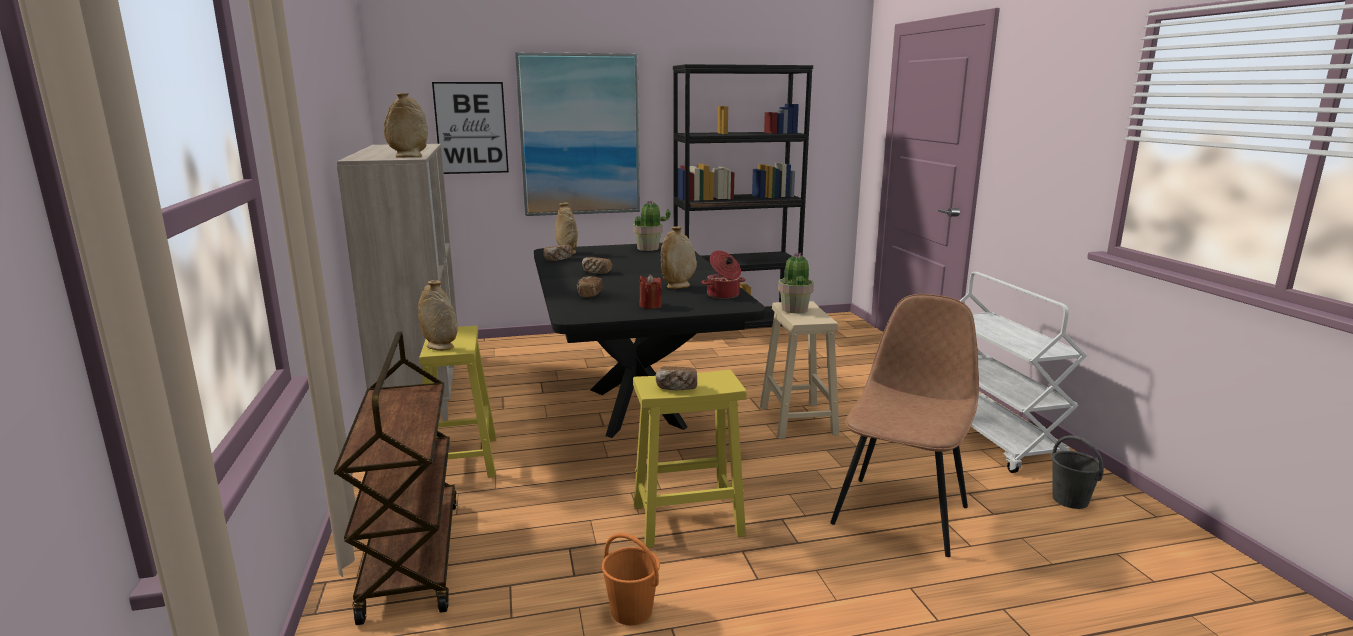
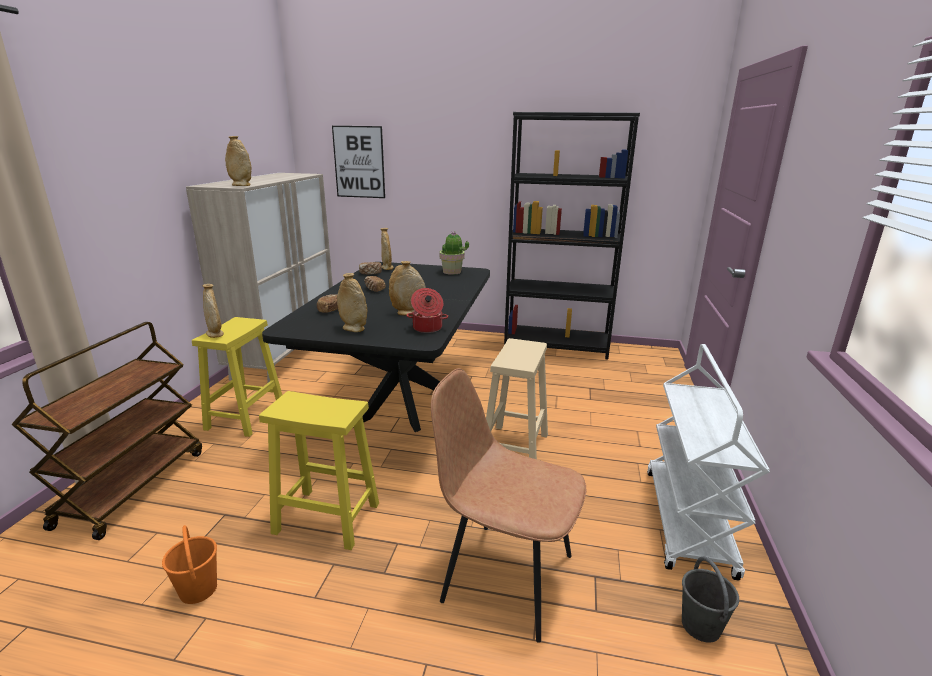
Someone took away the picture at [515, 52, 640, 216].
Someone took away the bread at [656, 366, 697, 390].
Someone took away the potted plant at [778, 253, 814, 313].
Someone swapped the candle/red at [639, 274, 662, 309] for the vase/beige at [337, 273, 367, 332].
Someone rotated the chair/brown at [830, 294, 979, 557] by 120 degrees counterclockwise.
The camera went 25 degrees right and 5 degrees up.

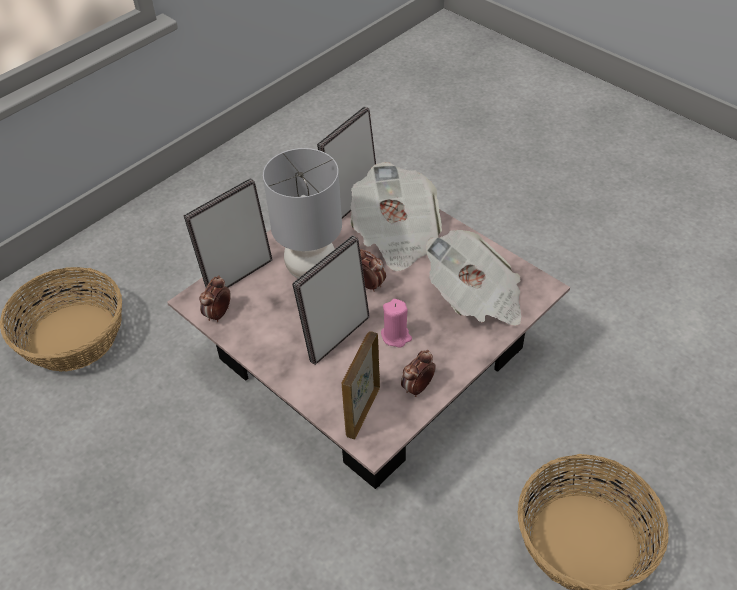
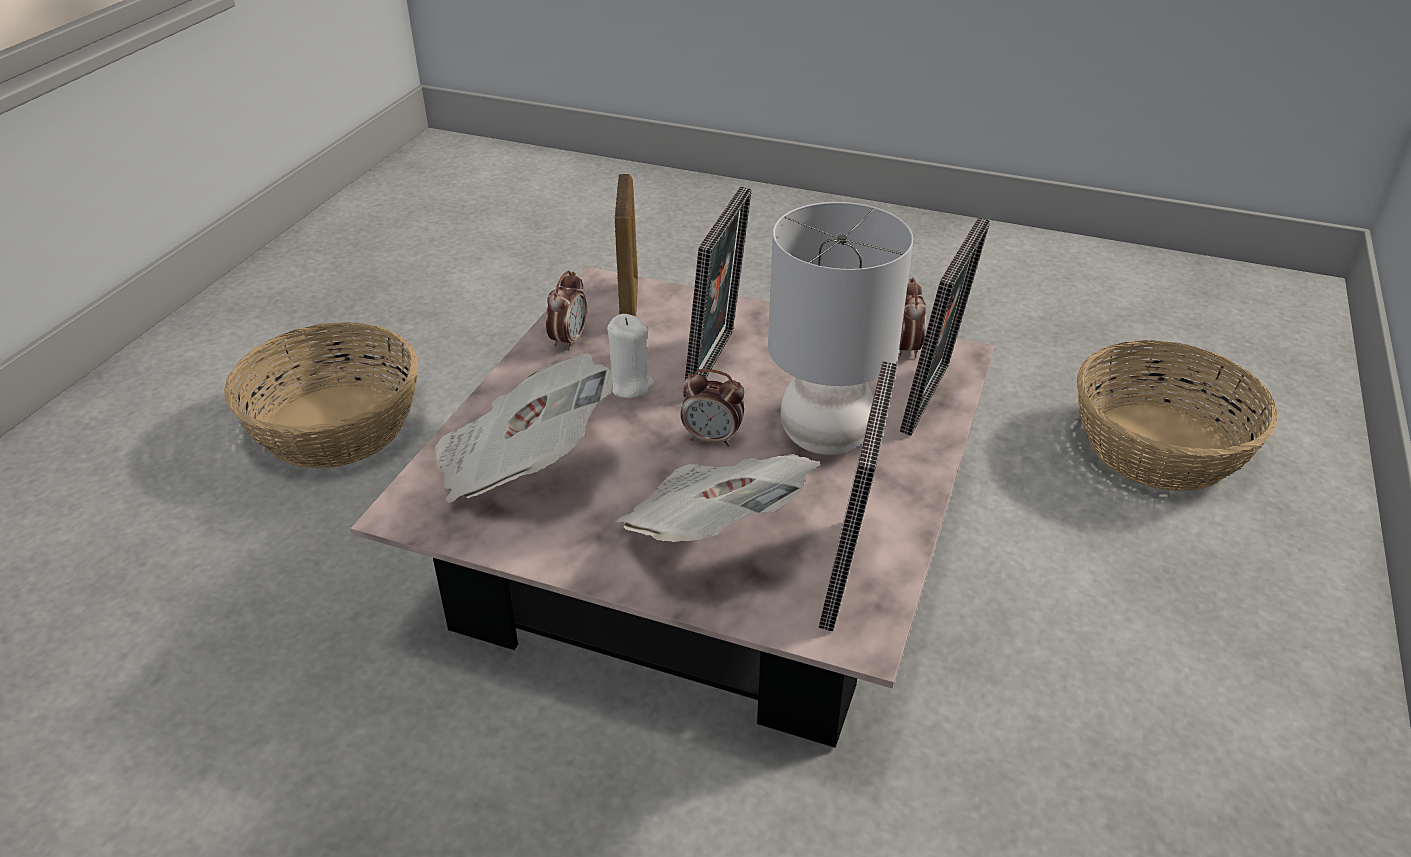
Someone repainted the candle/pink at [381, 299, 412, 348], which became the candle/white at [607, 314, 655, 398].
The camera went 155 degrees right and 10 degrees down.

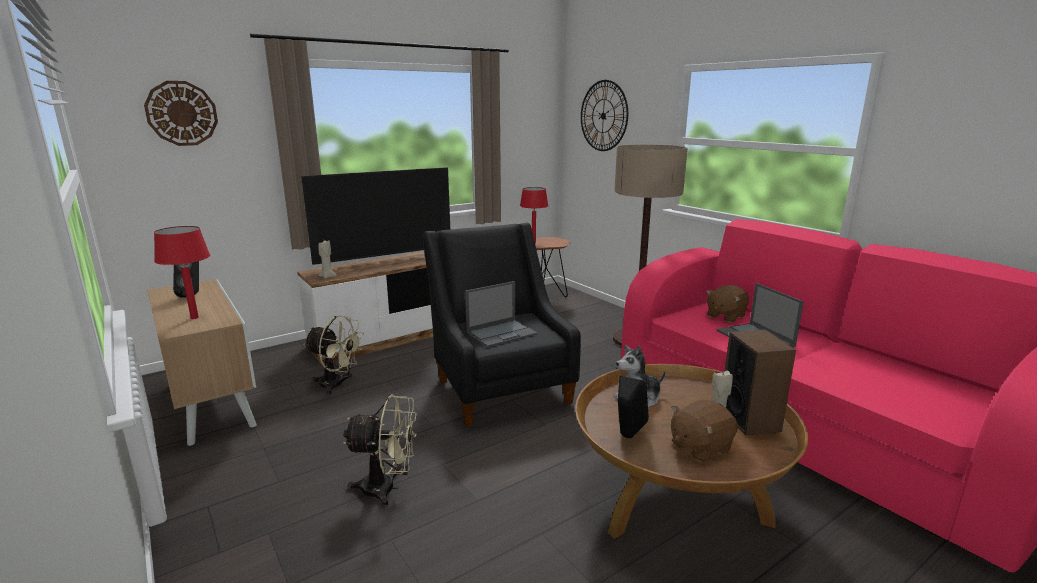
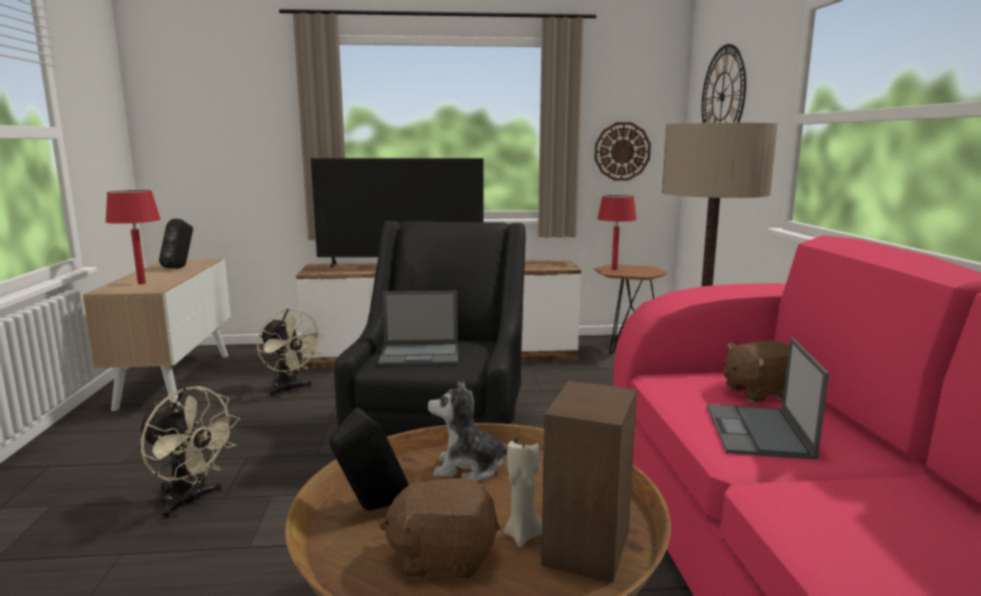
Someone took away the candle/beige at [318, 240, 337, 279].
Someone carried the wall clock from [144, 81, 218, 146] to [594, 122, 651, 181].
The camera went 30 degrees right and 5 degrees down.

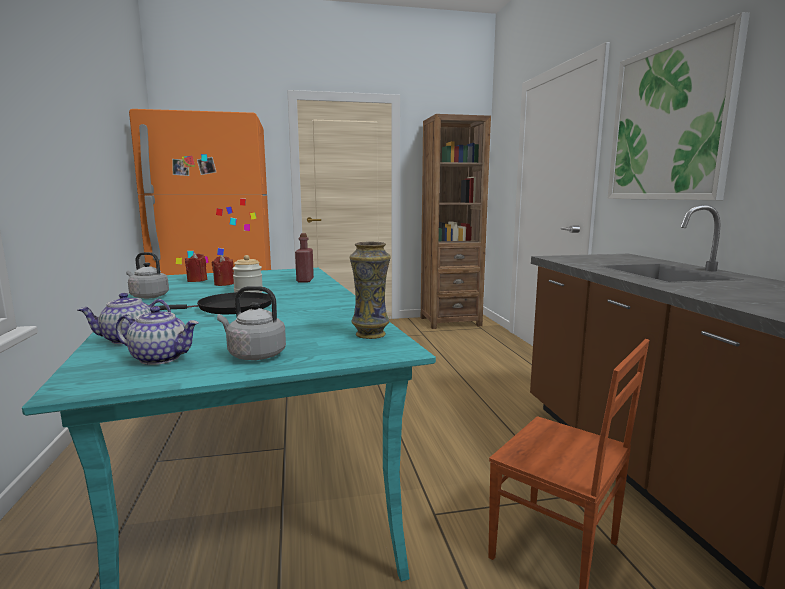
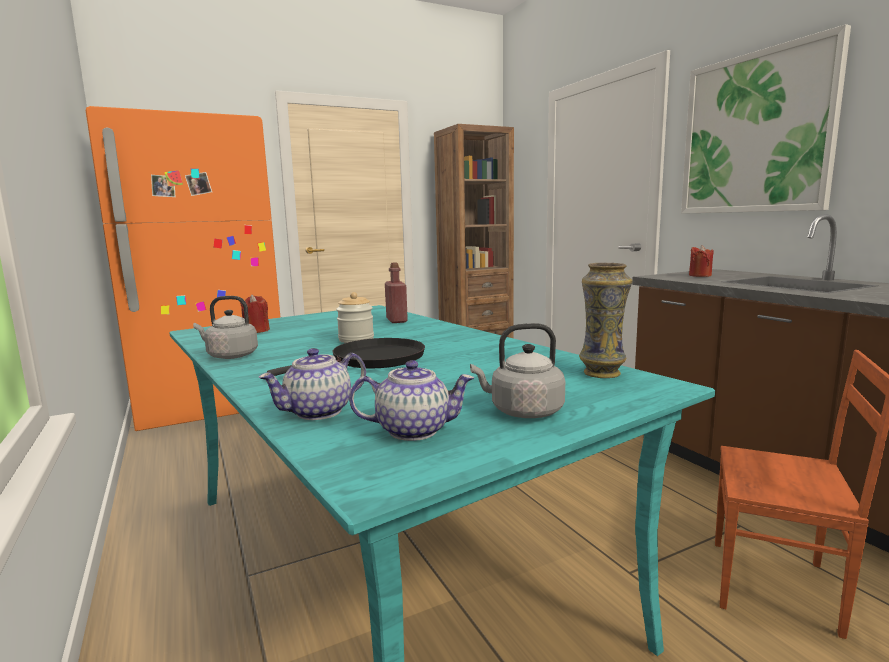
Someone carried the candle/red from [212, 255, 234, 286] to [689, 245, 714, 277].
The camera went 15 degrees left and 0 degrees up.

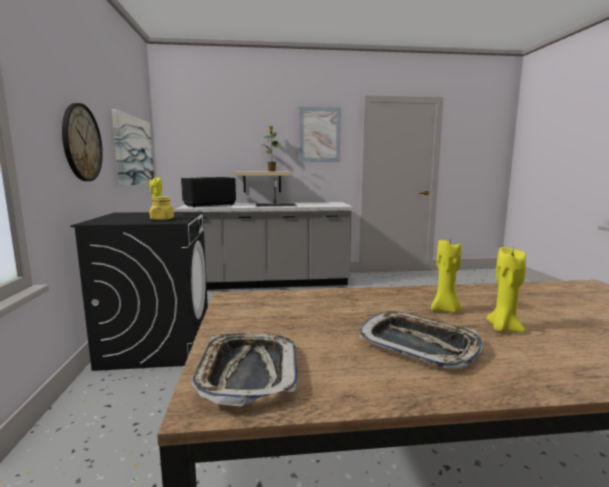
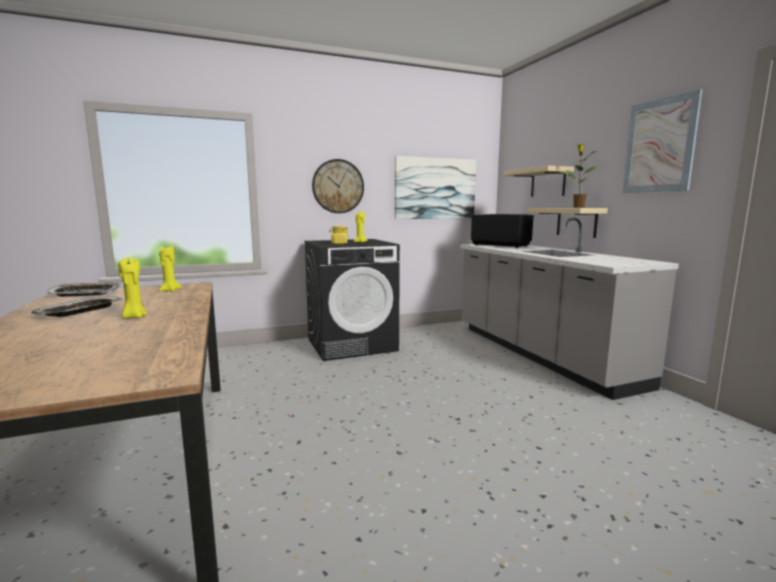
Someone put up the shelf/beige at [503, 166, 574, 197].
Someone carried the candle/yellow from [486, 247, 526, 332] to [159, 246, 182, 292].
The camera went 75 degrees right and 0 degrees up.

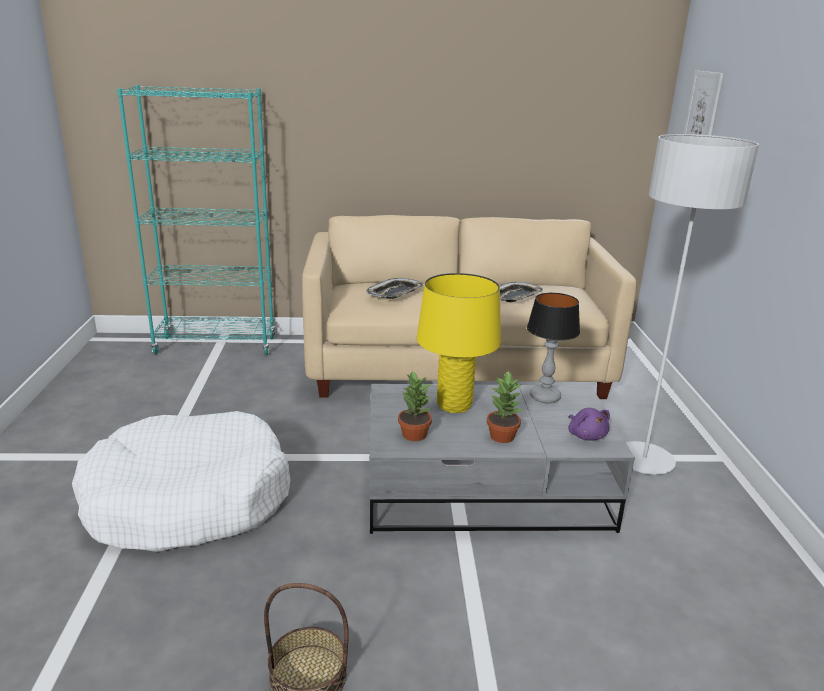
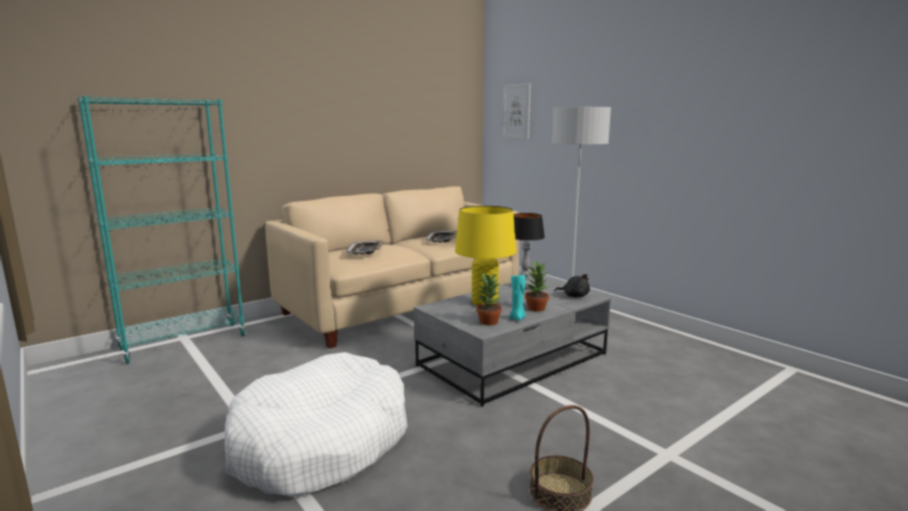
Someone put down the candle/turquoise at [509, 272, 526, 321].
Someone repainted the plush toy/purple at [568, 408, 610, 441], which became the plush toy/black at [555, 274, 590, 297].
The camera went 35 degrees left and 10 degrees down.

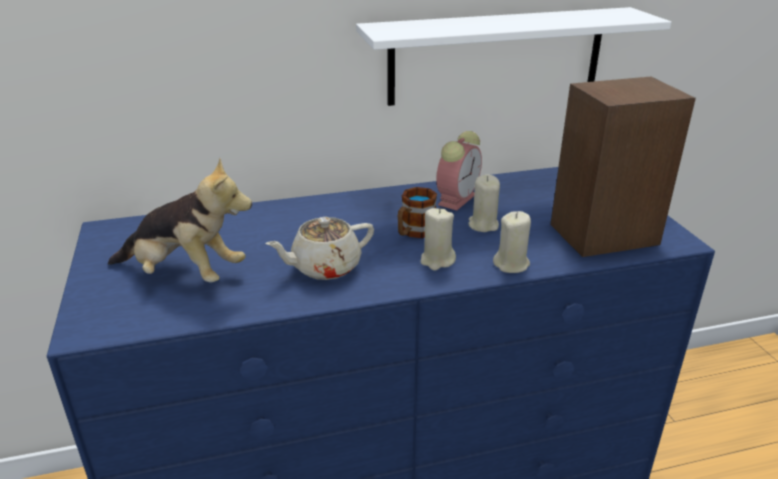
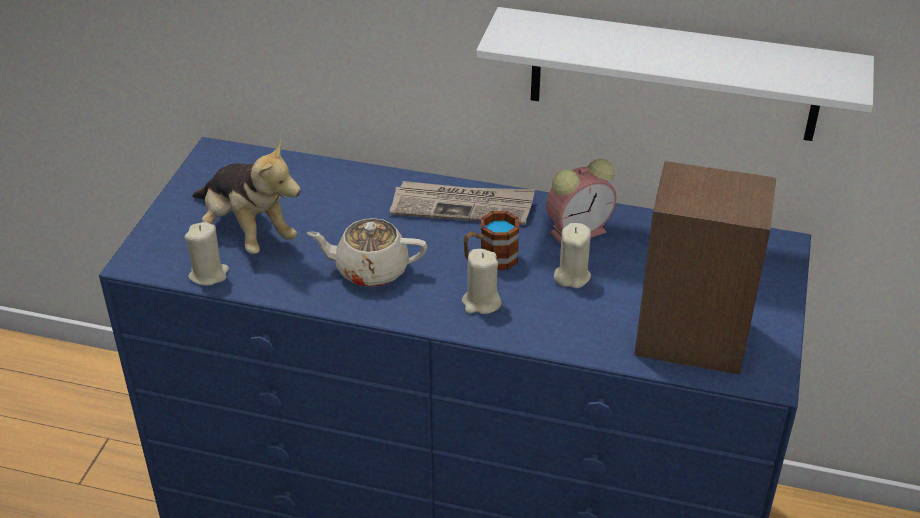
Someone put down the newspaper at [390, 181, 535, 225].
Someone carried the candle/beige from [493, 211, 531, 273] to [185, 222, 229, 286].
The camera went 30 degrees right and 10 degrees up.

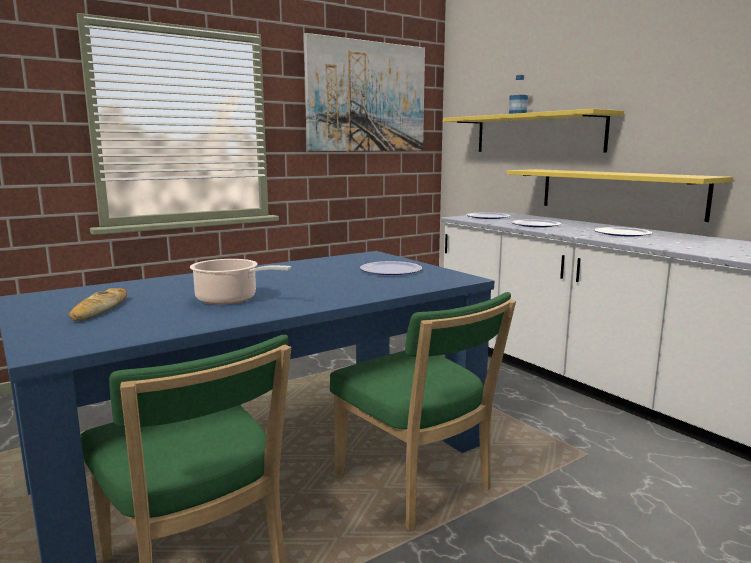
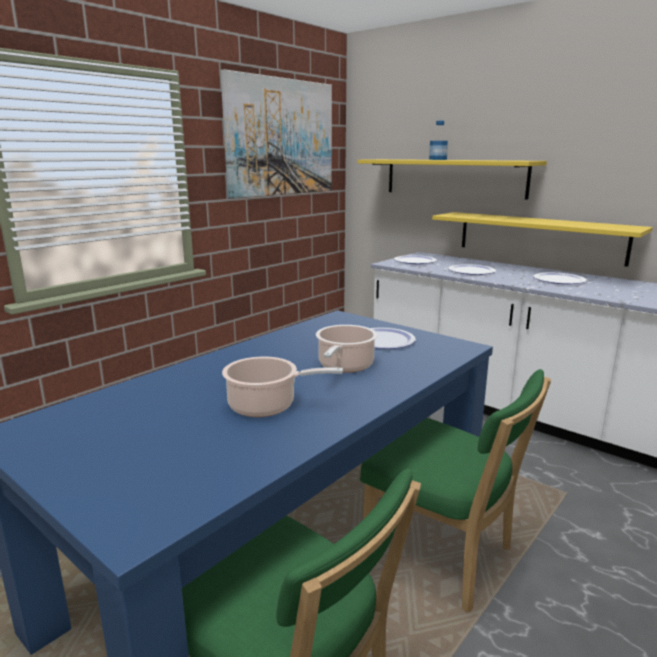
Someone took away the bread at [69, 288, 127, 321].
Someone put down the cooking pot at [316, 325, 378, 373].
The camera went 15 degrees left and 5 degrees up.

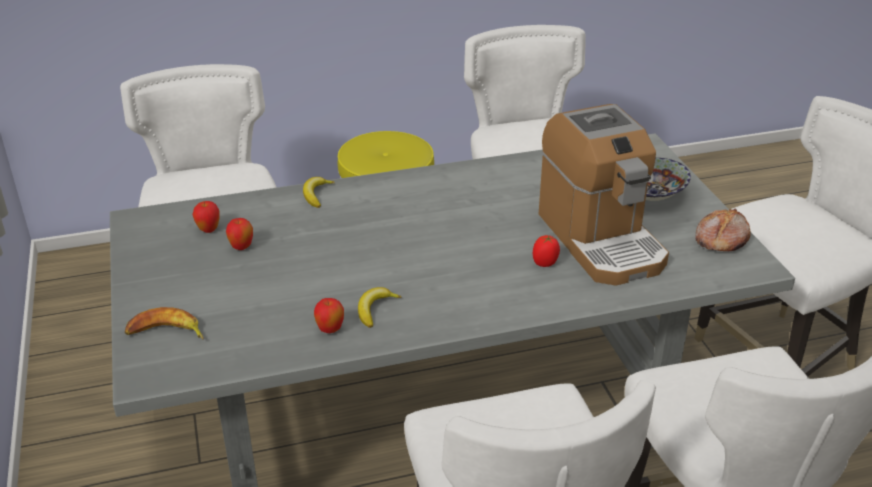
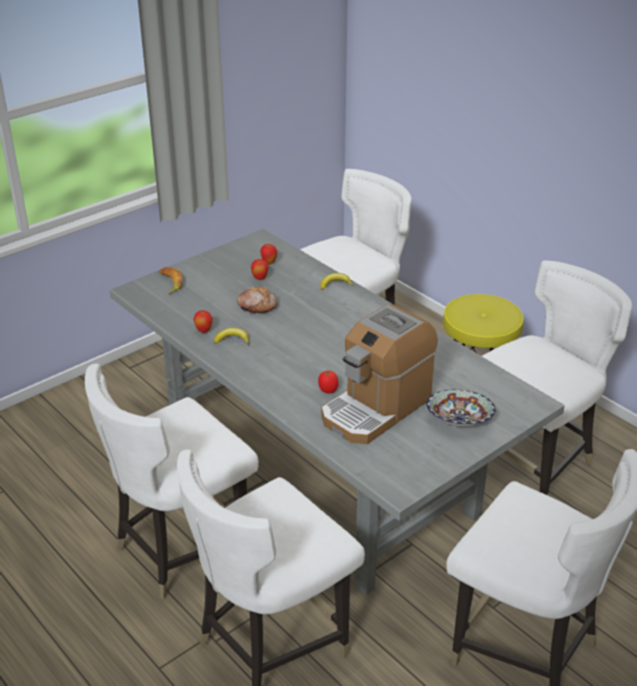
Someone carried the bread from [695, 208, 751, 251] to [237, 286, 277, 313].
The camera went 65 degrees right and 0 degrees up.

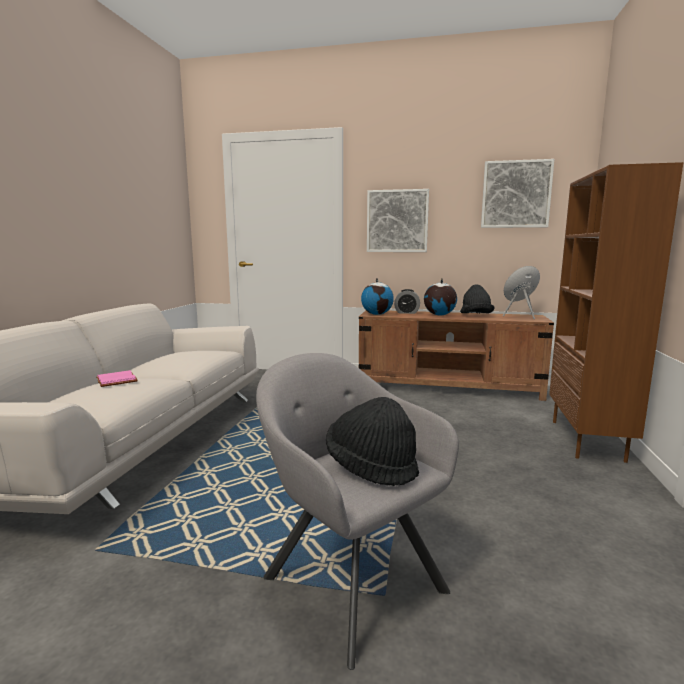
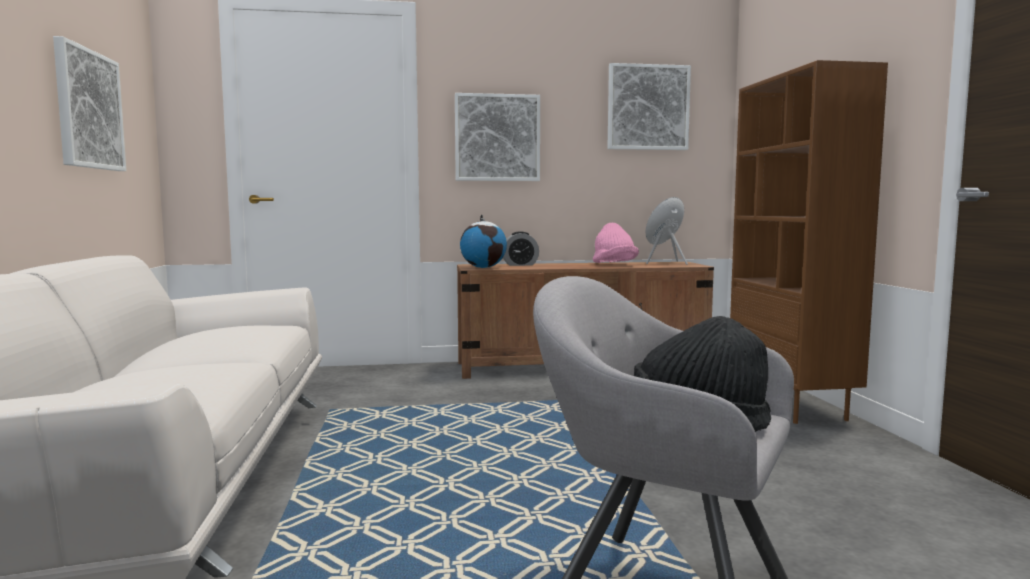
Someone took away the book/pink at [96, 370, 138, 387].
Someone took away the globe at [424, 278, 457, 315].
Someone put up the picture at [53, 36, 126, 171].
Someone repainted the hat/black at [460, 284, 495, 313], which became the hat/pink at [593, 223, 639, 263].
The camera went 20 degrees left and 5 degrees down.

